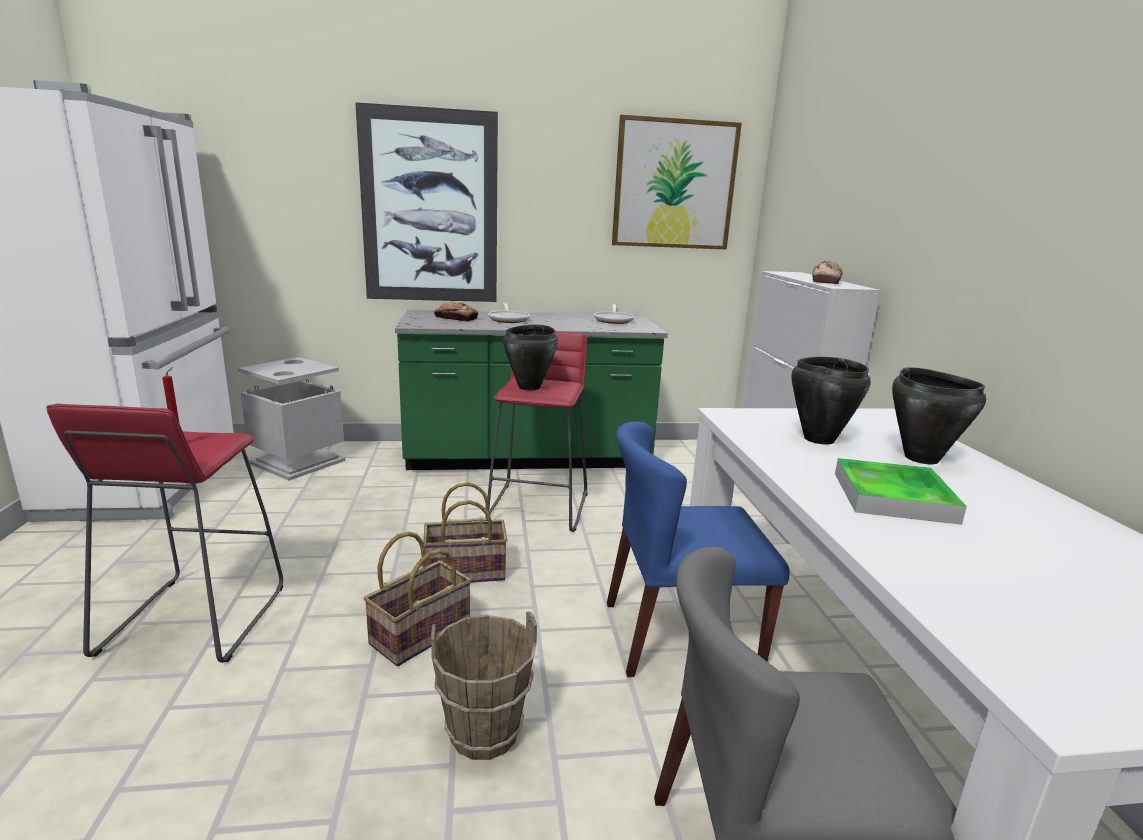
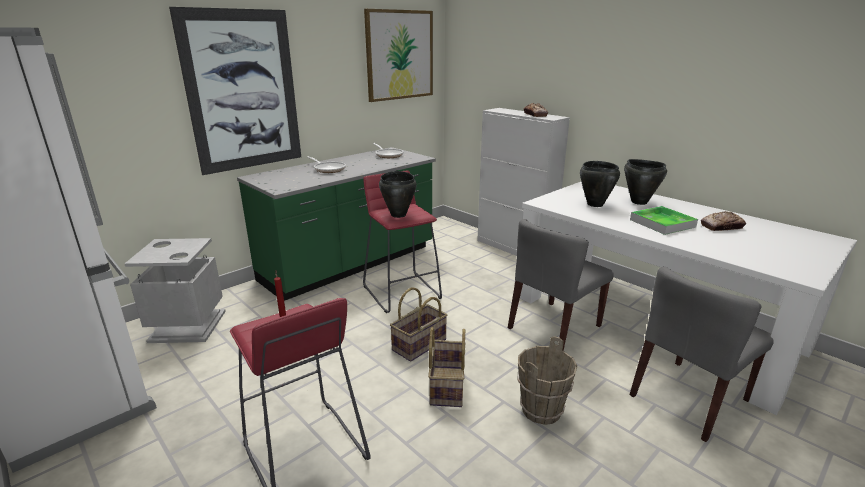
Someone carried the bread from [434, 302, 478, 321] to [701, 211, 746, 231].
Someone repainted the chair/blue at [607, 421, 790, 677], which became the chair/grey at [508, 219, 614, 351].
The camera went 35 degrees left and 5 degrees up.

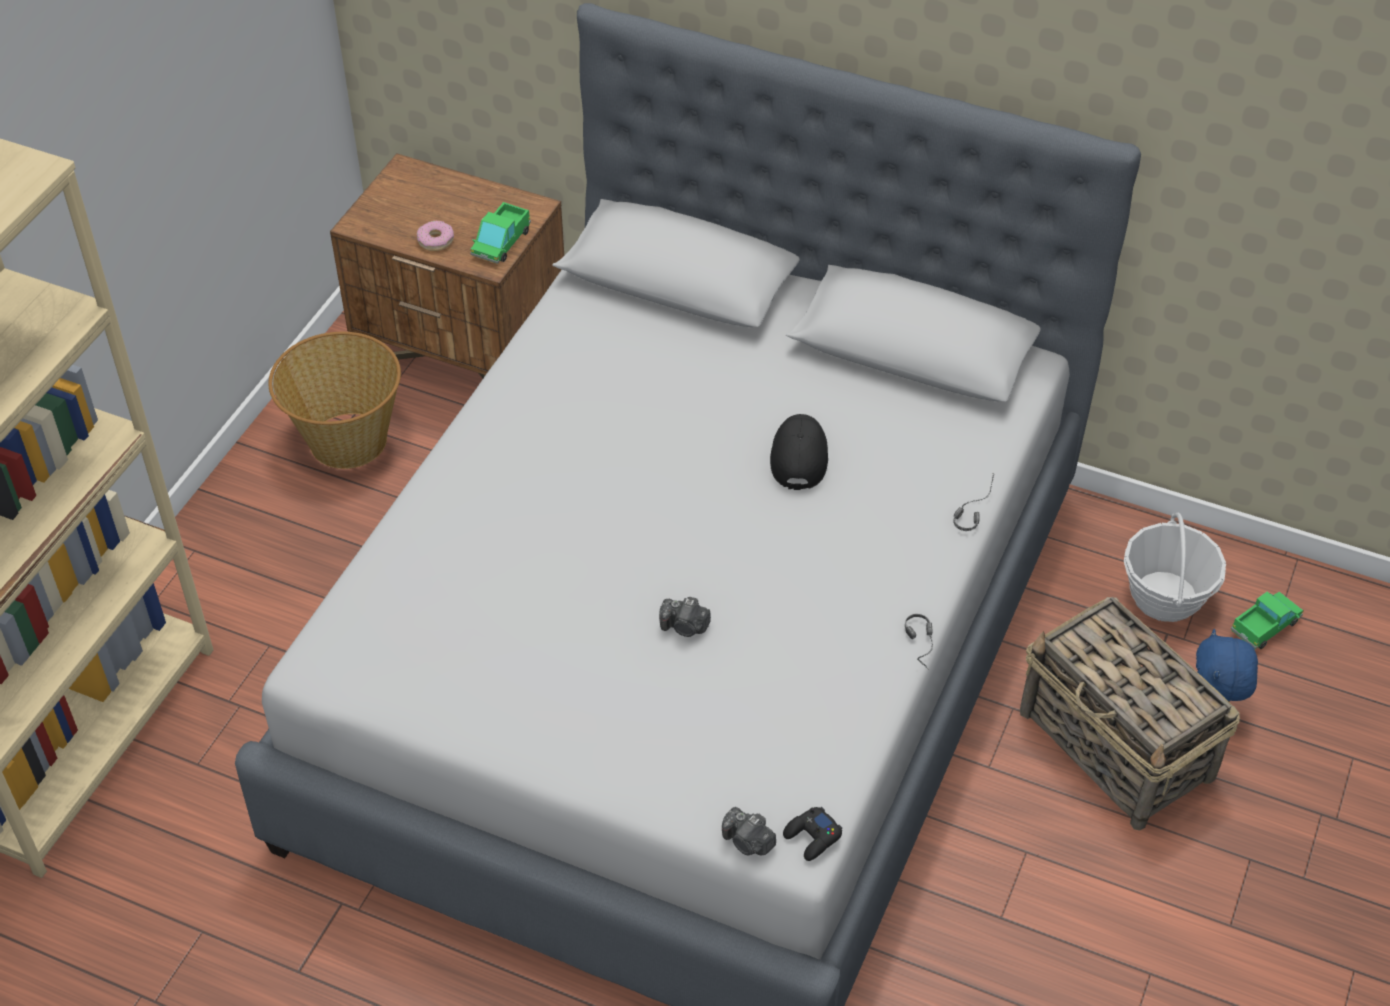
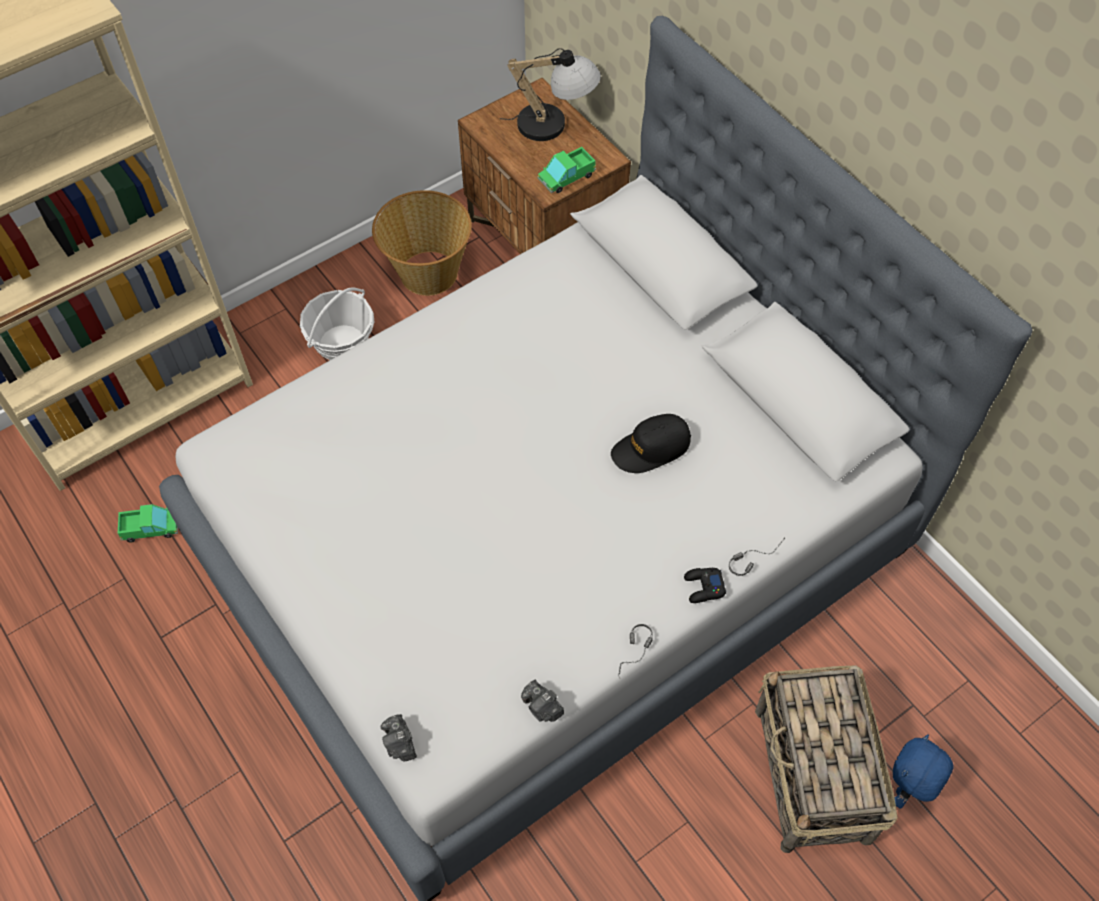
Someone took away the donut at [417, 220, 454, 251].
Someone put down the table lamp at [500, 48, 601, 141].
Someone carried the photo camera from [659, 597, 711, 637] to [521, 680, 564, 722].
Someone carried the game controller/black from [783, 807, 842, 861] to [684, 567, 726, 603].
Someone carried the basket from [1124, 512, 1226, 622] to [300, 287, 374, 360].
Someone carried the toy truck from [1231, 591, 1304, 649] to [117, 504, 178, 543].
Someone rotated the cap/black at [770, 414, 828, 490] by 150 degrees counterclockwise.
The camera went 30 degrees right and 10 degrees up.

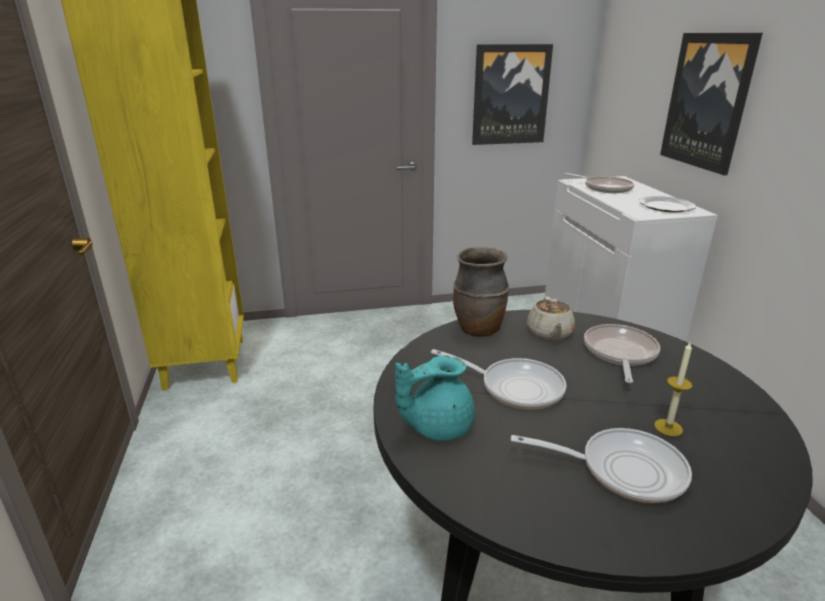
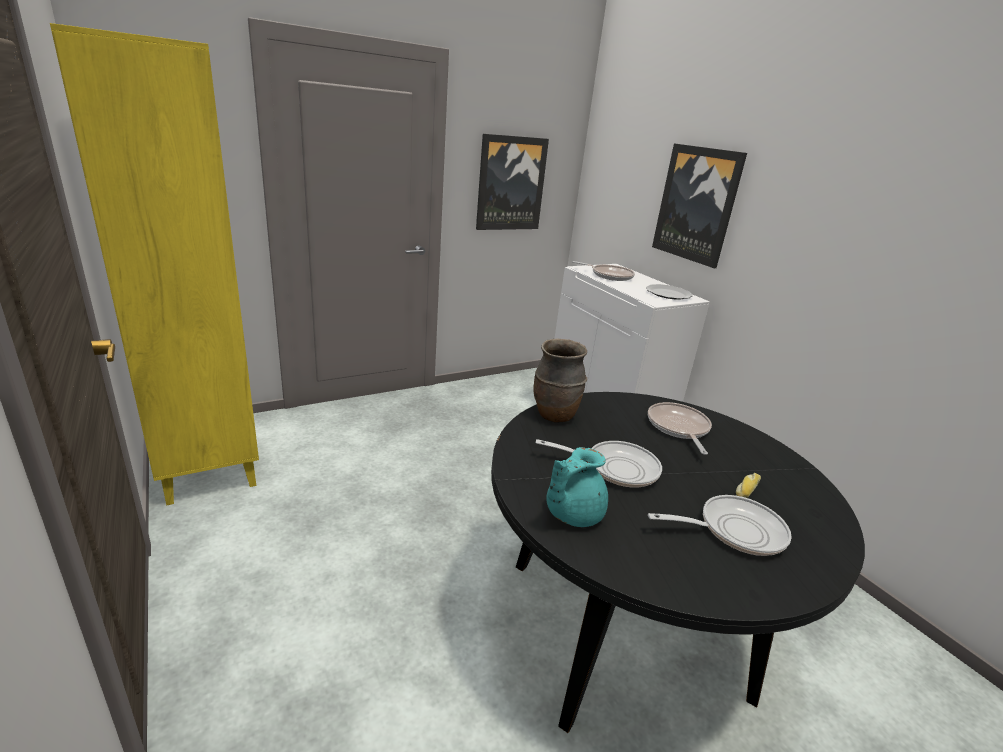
Someone took away the teapot/beige at [527, 296, 575, 340].
Someone swapped the candle at [654, 342, 693, 436] for the bread at [736, 473, 761, 498].
The camera went 20 degrees left and 0 degrees up.

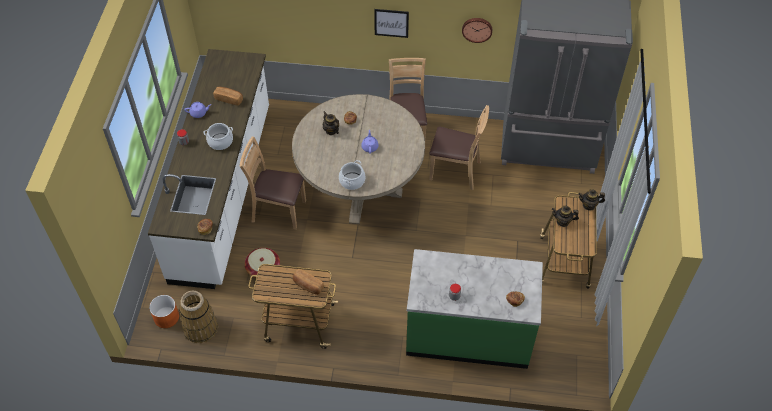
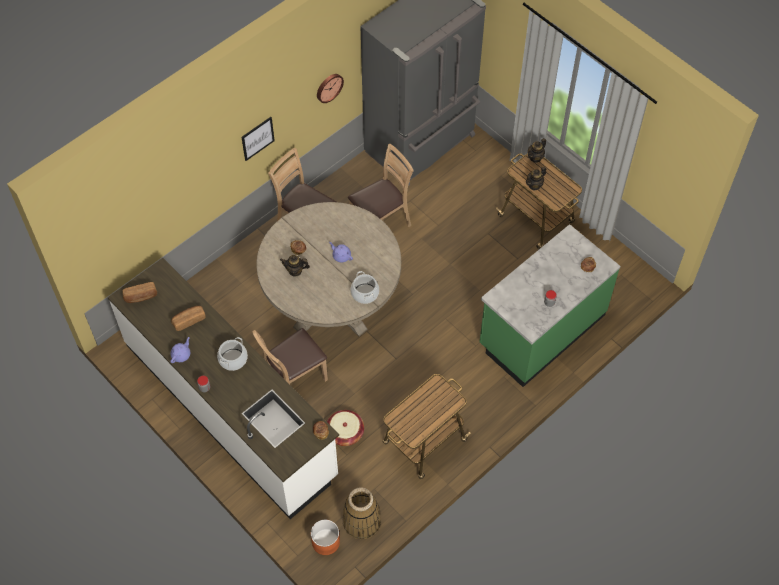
Someone carried the bread from [293, 269, 324, 295] to [122, 282, 157, 303].
The camera went 50 degrees left and 5 degrees up.

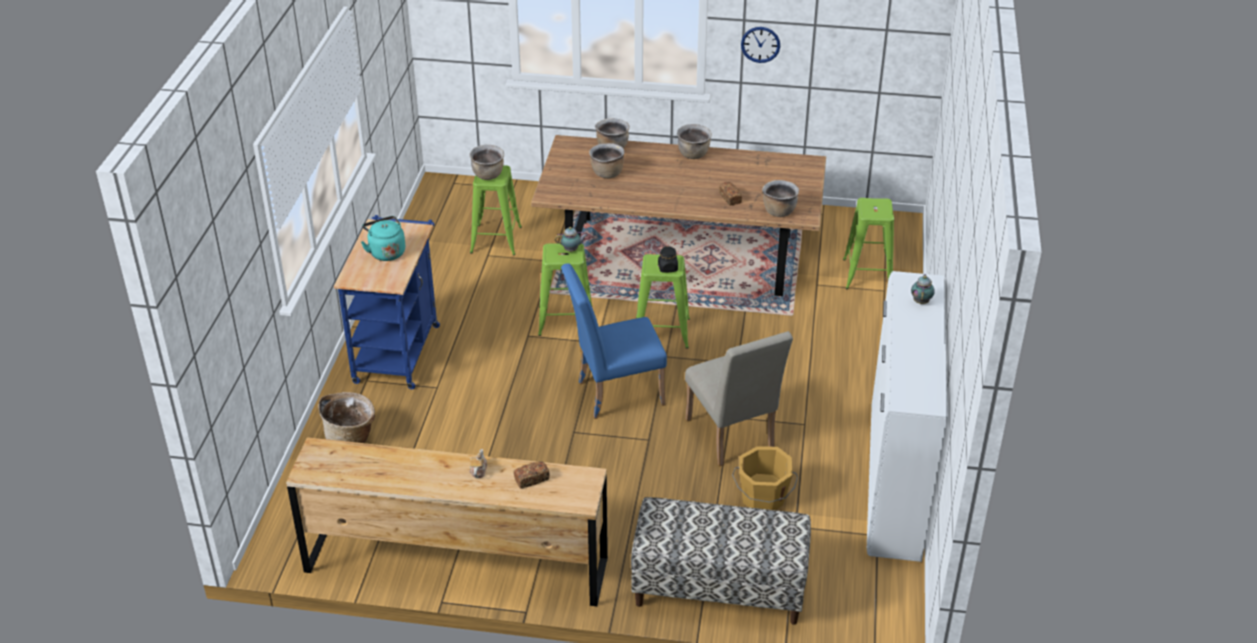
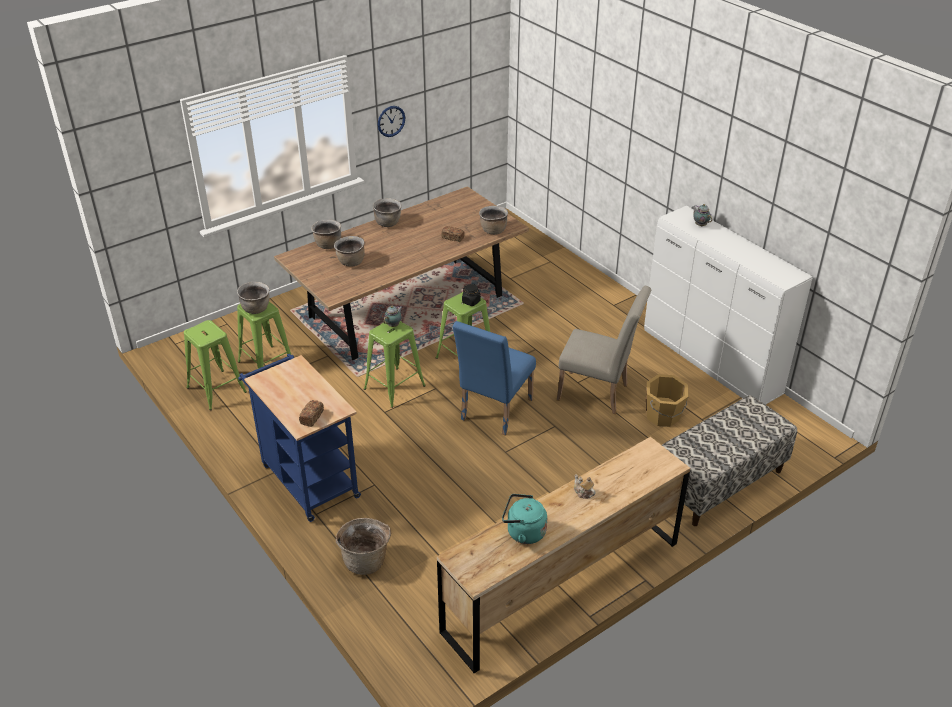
Someone carried the kettle/turquoise from [361, 216, 405, 261] to [502, 494, 547, 544].
Someone carried the bread from [514, 461, 550, 489] to [299, 400, 324, 427].
Someone carried the stool/green from [843, 198, 894, 289] to [184, 320, 247, 410].
The camera went 45 degrees left and 0 degrees up.

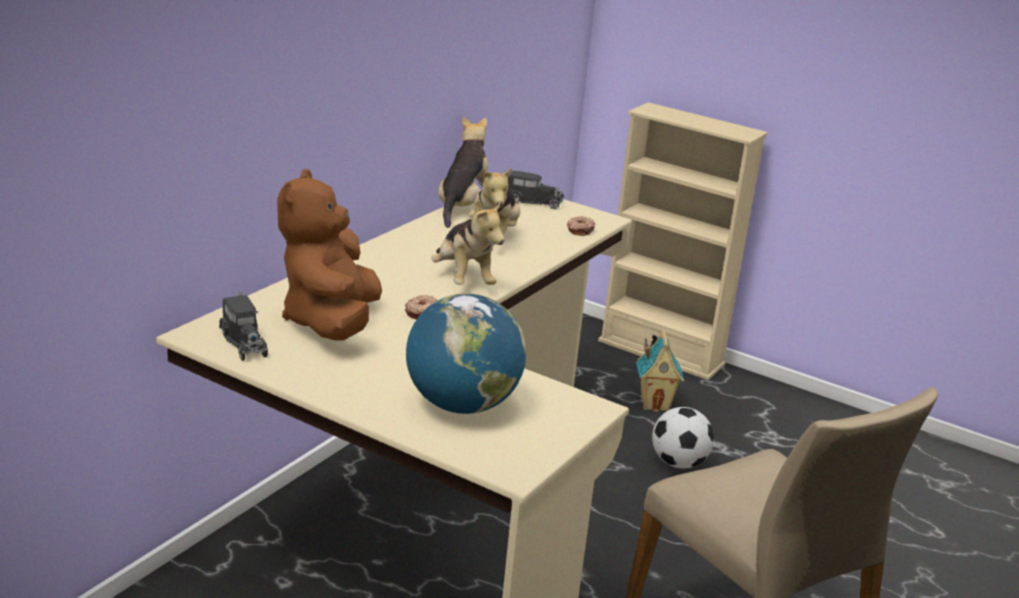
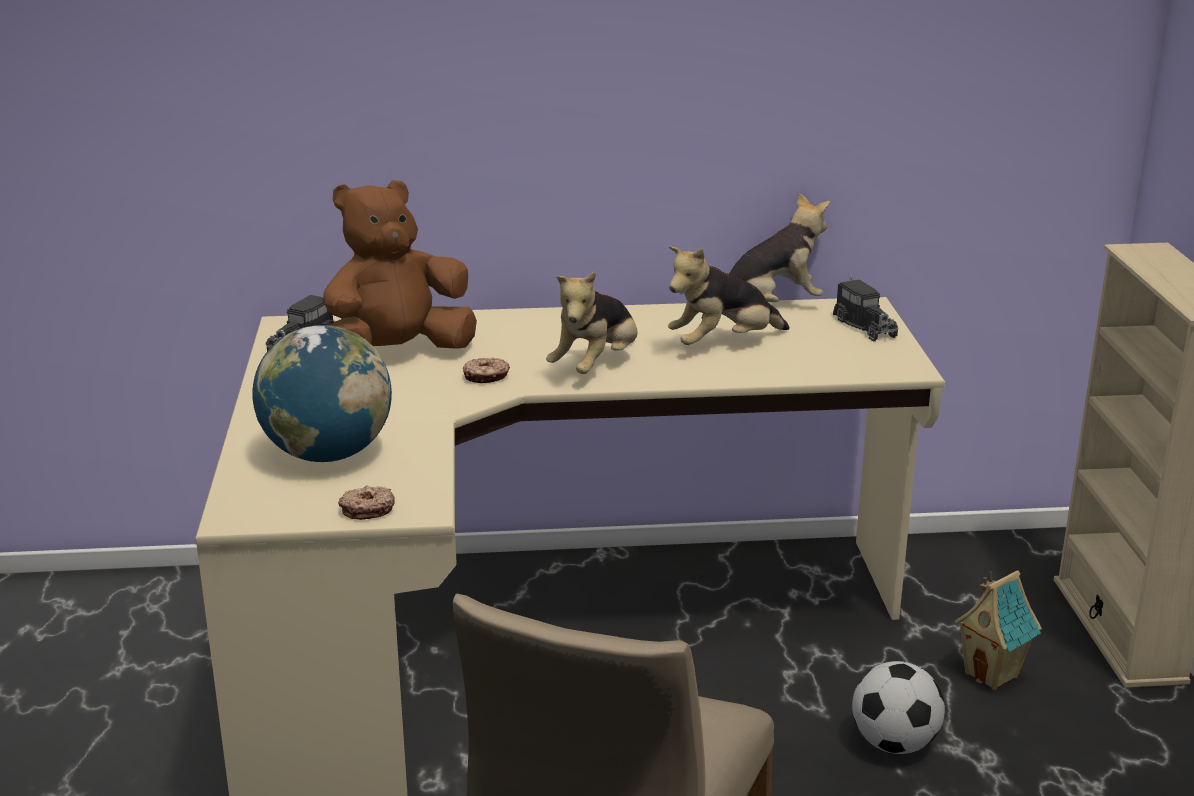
Someone carried the donut from [567, 216, 595, 236] to [338, 485, 395, 520].
The camera went 55 degrees right and 0 degrees up.

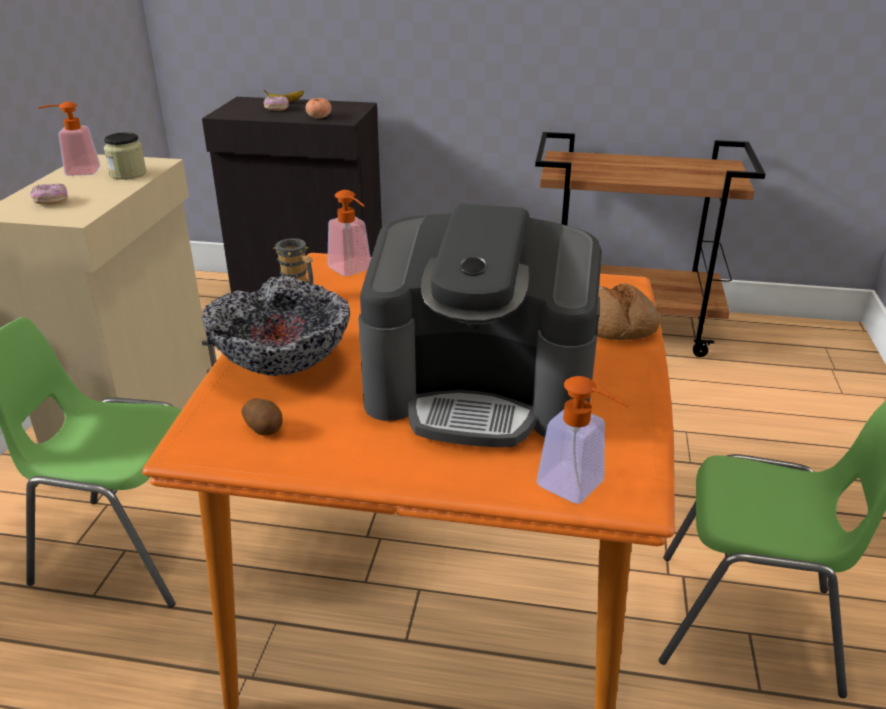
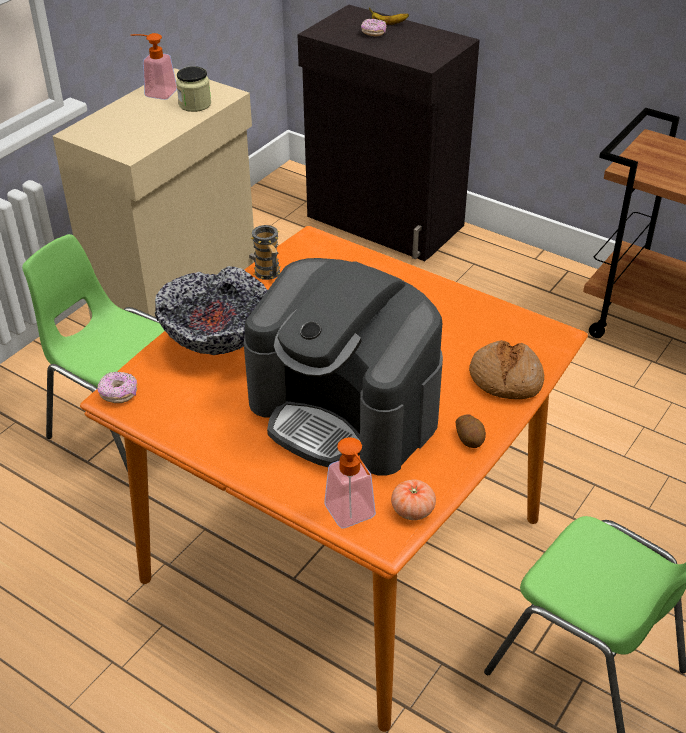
Someone took away the soap dispenser at [327, 190, 371, 276].
Someone carried the donut from [30, 184, 68, 205] to [97, 372, 137, 403].
Someone carried the potato from [241, 399, 282, 435] to [456, 414, 486, 448].
Someone carried the tomato from [306, 98, 332, 118] to [391, 479, 436, 520].
The camera went 25 degrees right and 10 degrees up.

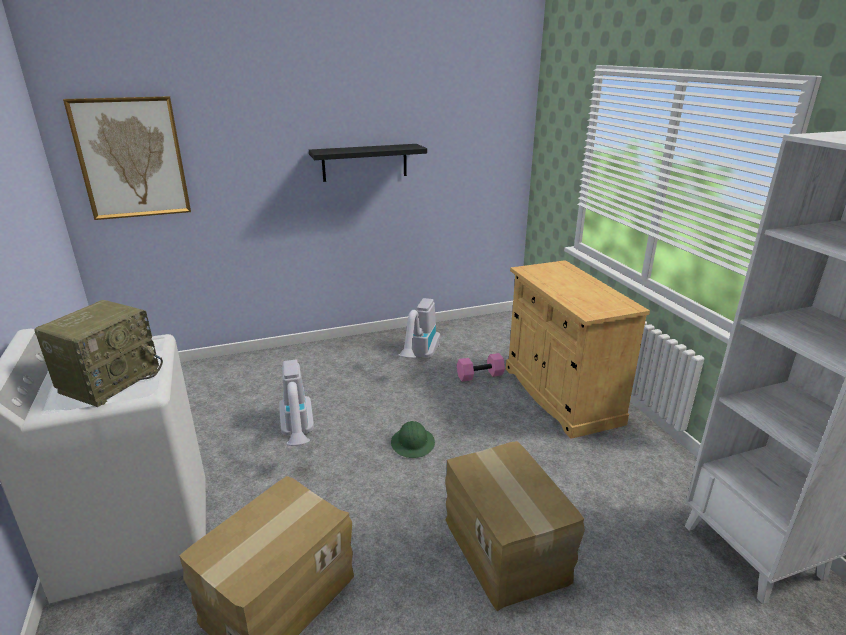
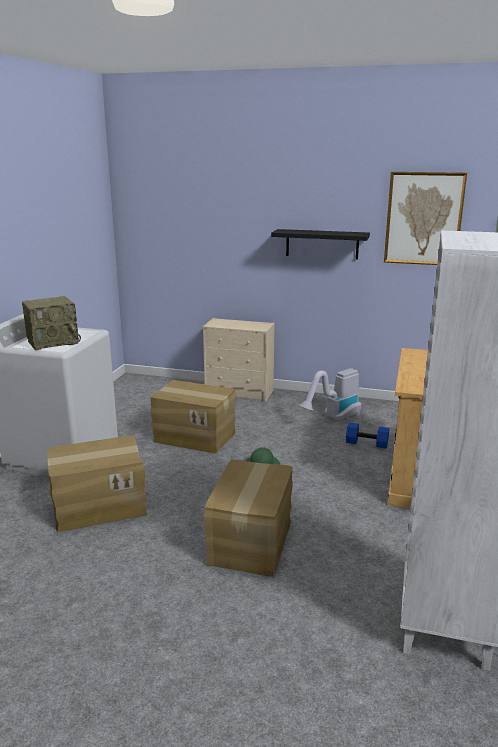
Someone put down the dresser/beige at [203, 318, 275, 402].
Someone carried the picture from [63, 96, 191, 220] to [384, 172, 467, 265].
Someone swapped the vacuum cleaner at [279, 360, 314, 446] for the cardboard box at [150, 380, 236, 454].
Someone repainted the dumbbell/pink at [457, 353, 505, 382], which became the dumbbell/blue at [346, 422, 389, 448].
The camera went 35 degrees right and 5 degrees down.

